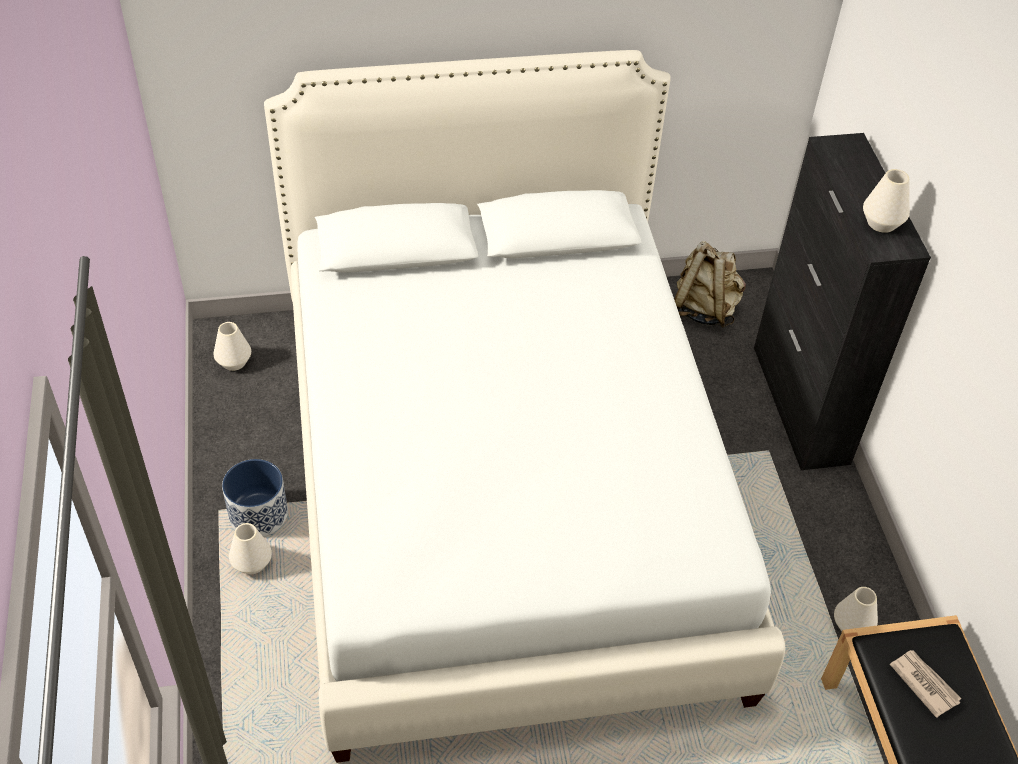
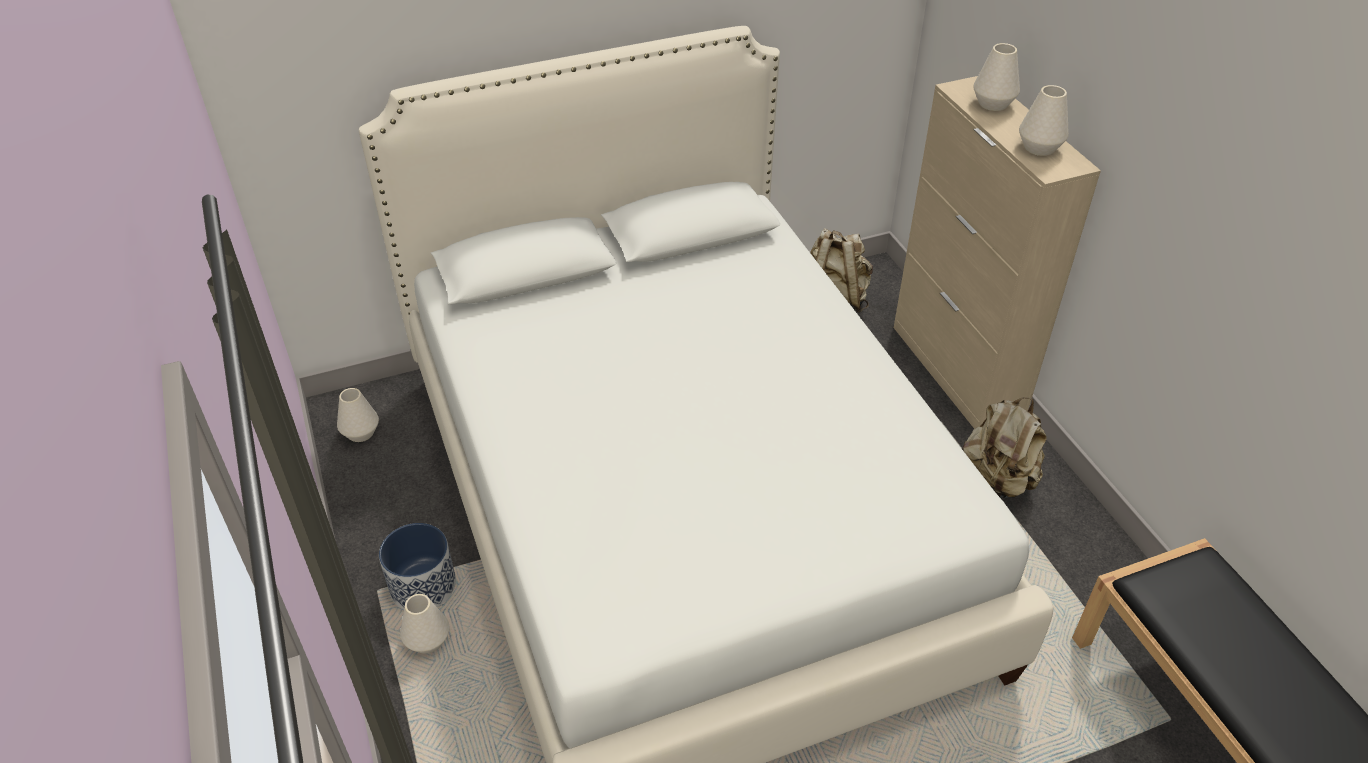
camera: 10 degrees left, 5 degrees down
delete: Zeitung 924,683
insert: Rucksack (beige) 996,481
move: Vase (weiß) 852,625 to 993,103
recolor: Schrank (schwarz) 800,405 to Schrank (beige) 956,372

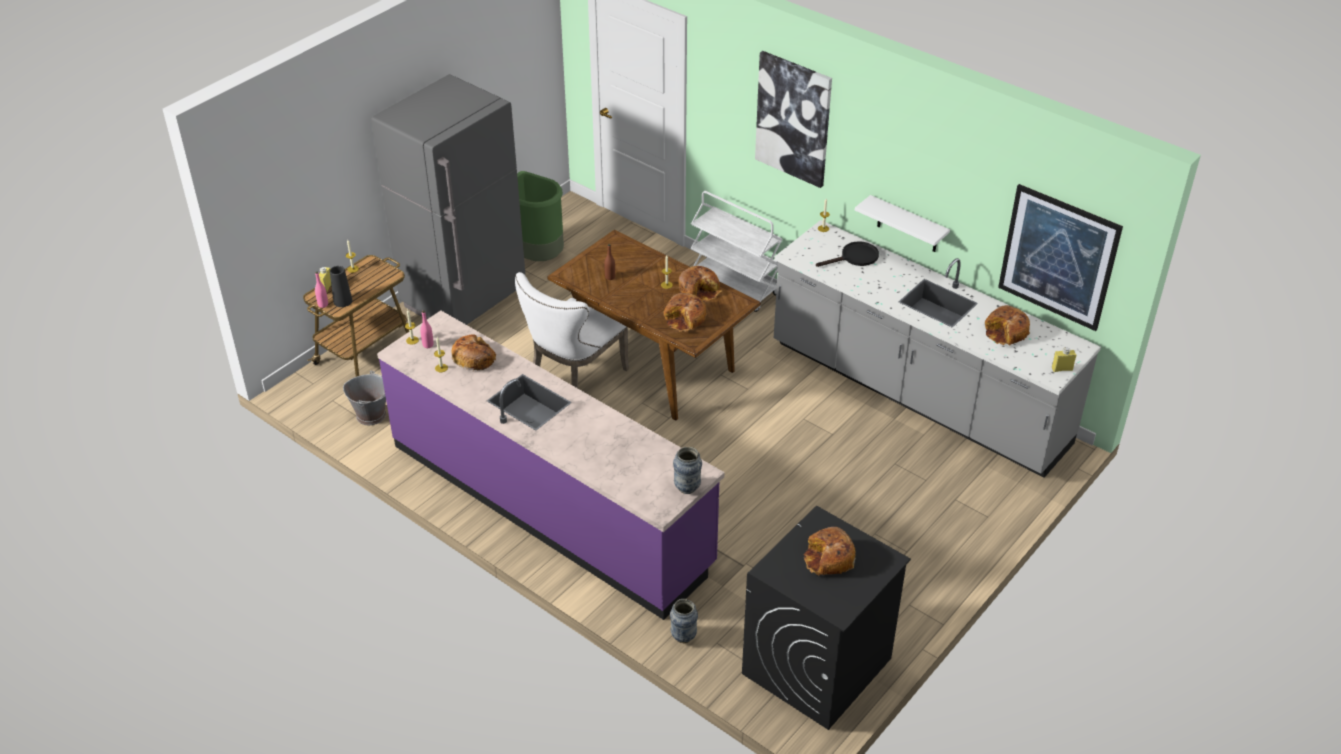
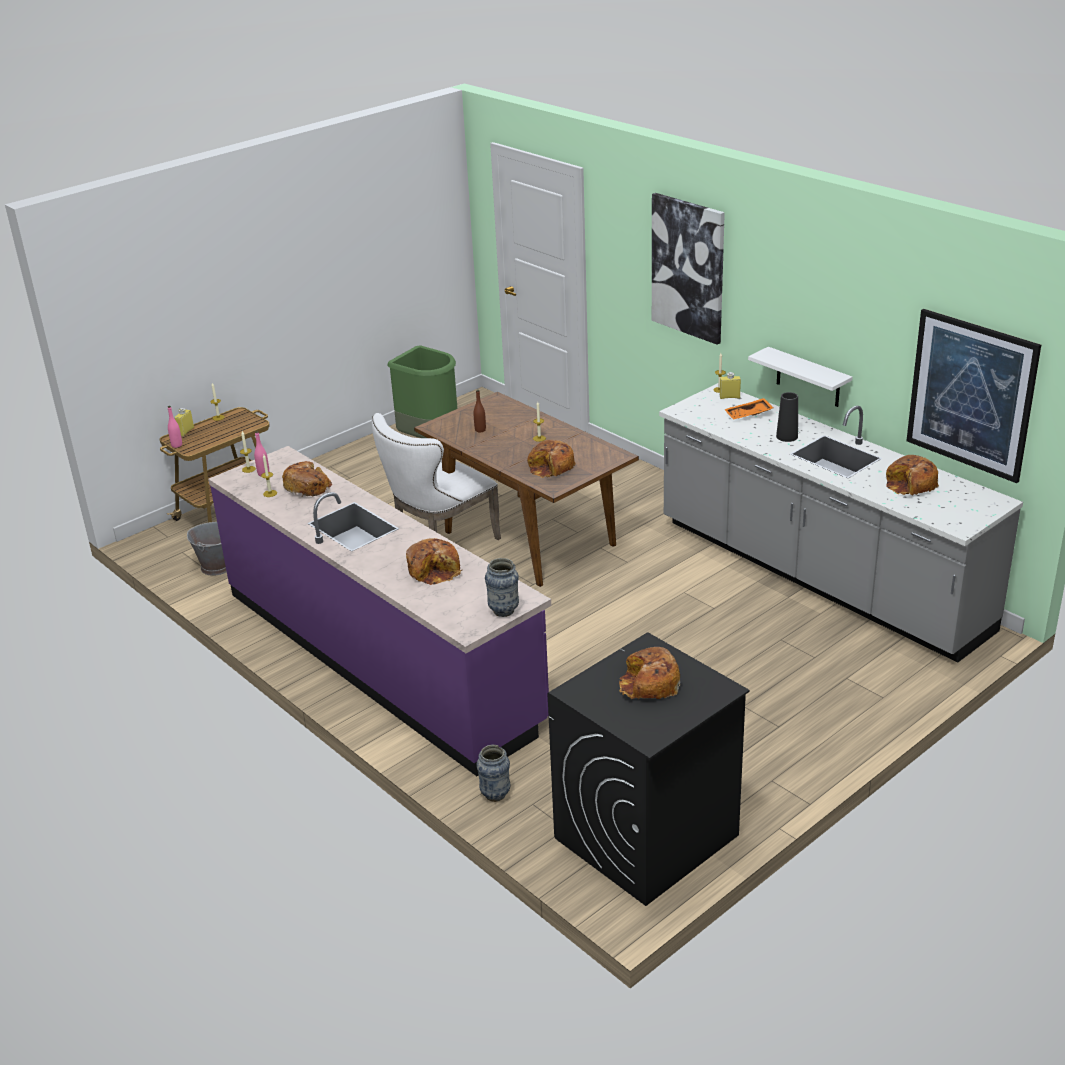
camera: 10 degrees right, 10 degrees down
delete: Kühlschrank (grau) 465,299; Rollwagen (weiß) 734,287
move: Brot 699,290 to 435,570; Flasche (gelb) 1062,369 to 729,397; Vase (schwarz) 343,301 to 787,436
replace: Pfanne (schwarz) 855,258 to Tablett (orange) 749,415

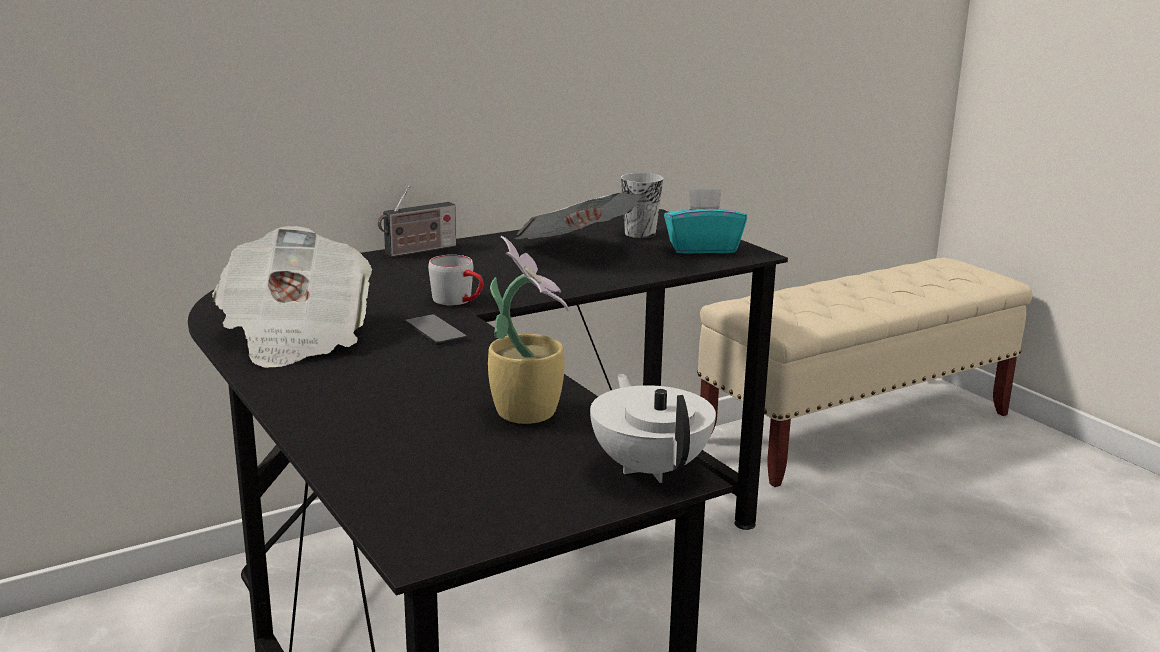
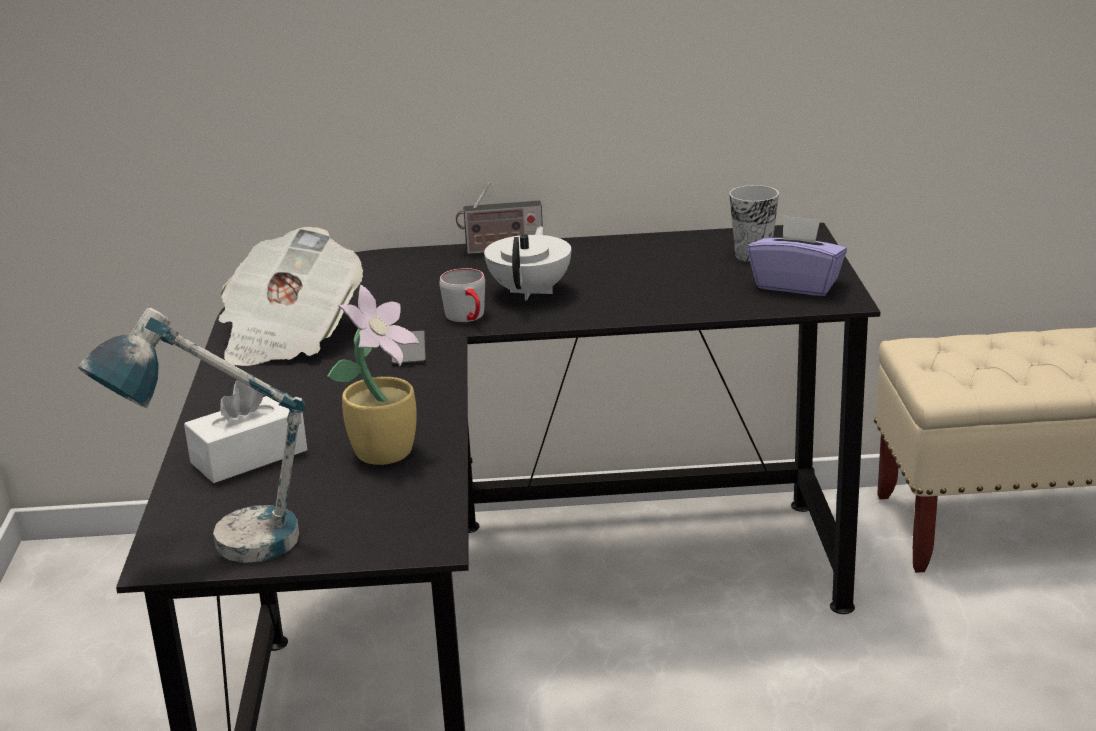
camera: 30 degrees right, 5 degrees up
delete: Zeitung 576,251
insert: Tischlampe 219,545; Taschentuchbox (weiß) 249,456
move: Teekanne (weiß) 650,468 to 531,292
recolor: Taschentuchbox (türkis) 702,248 to Taschentuchbox (lila) 796,285

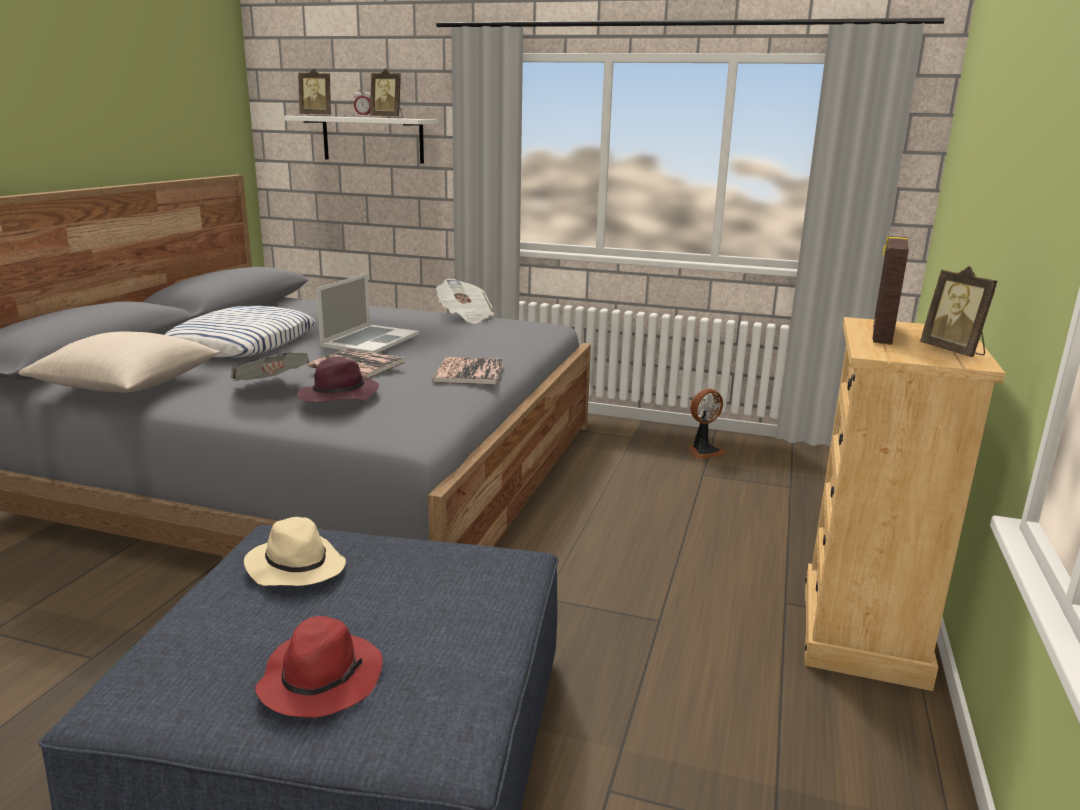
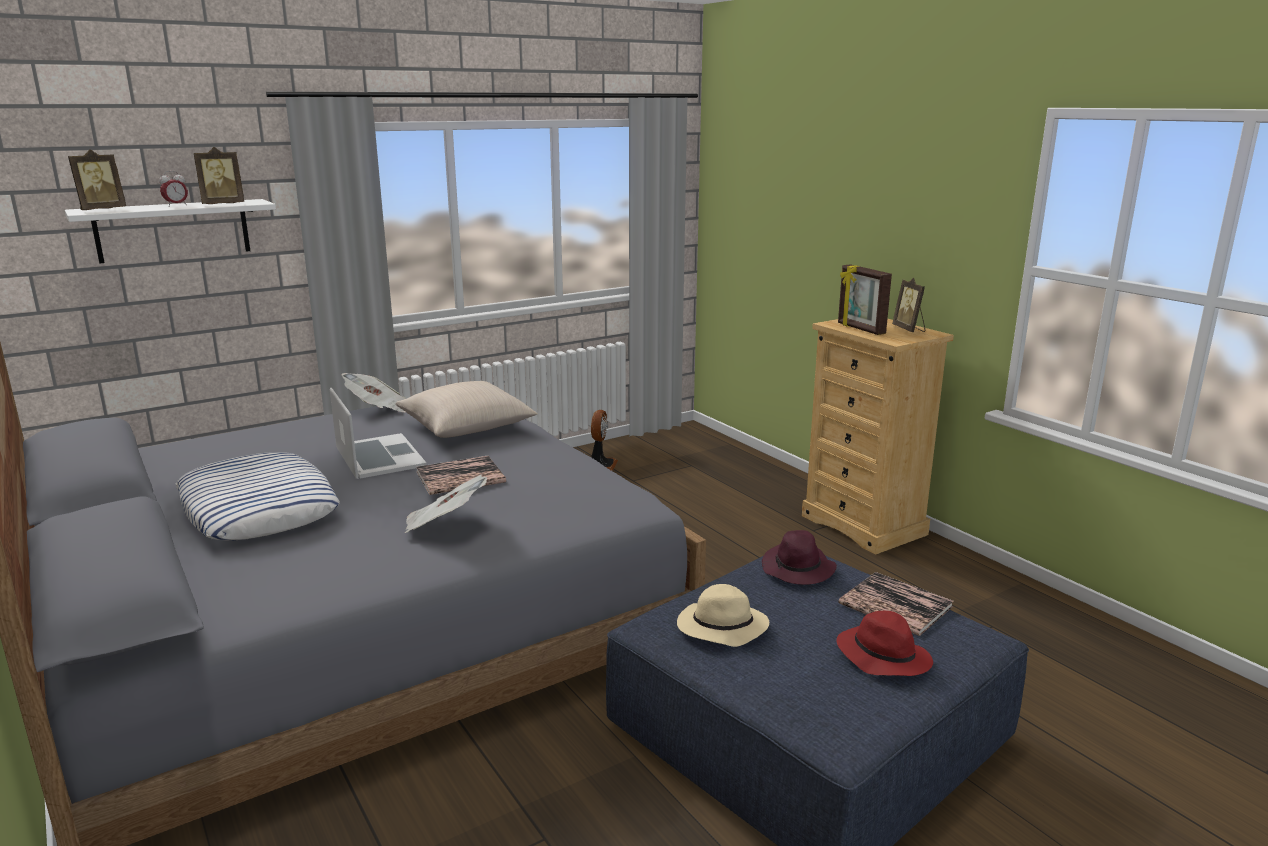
camera: 50 degrees left, 0 degrees up
move: Kissen (beige) 127,385 to 466,428; Hut (lila) 338,397 to 798,569; Buch 469,372 to 895,605
rotate: Bilderrahmen 954,351 = 909,329 60 degrees clockwise

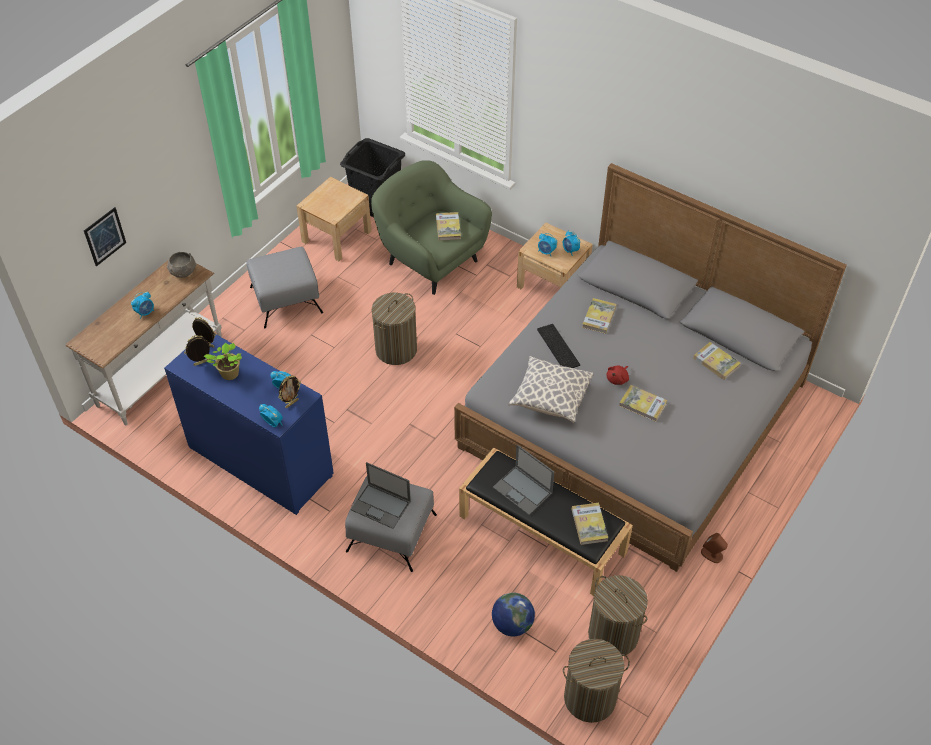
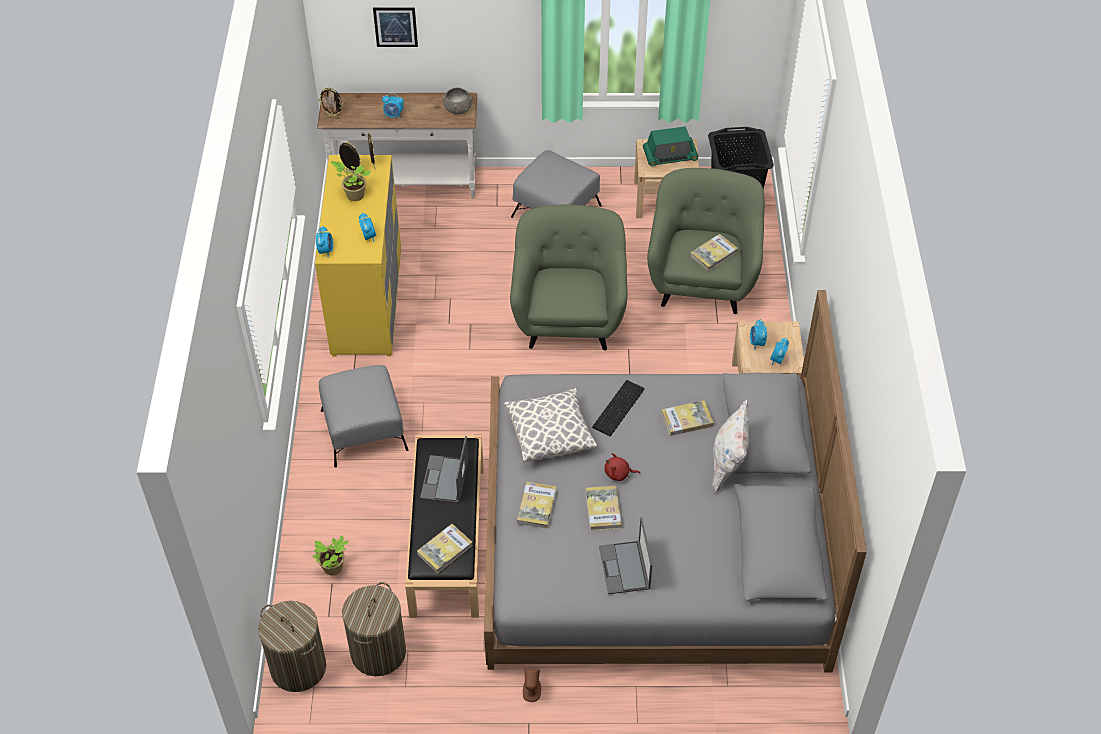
camera: 55 degrees right, 0 degrees up
insert: Radio 670,156; Kissen (weiß) 728,465
move: Bilderrahmen 291,403 to 333,117; Buch 716,362 to 537,506; Laptop 381,506 to 624,568
replace: Globus 512,624 to Topfpflanze 333,569; Wäschekorb 396,349 to Sessel (grün) 569,317
recolor: Kommode (blau) 260,462 to Kommode (gelb) 367,301

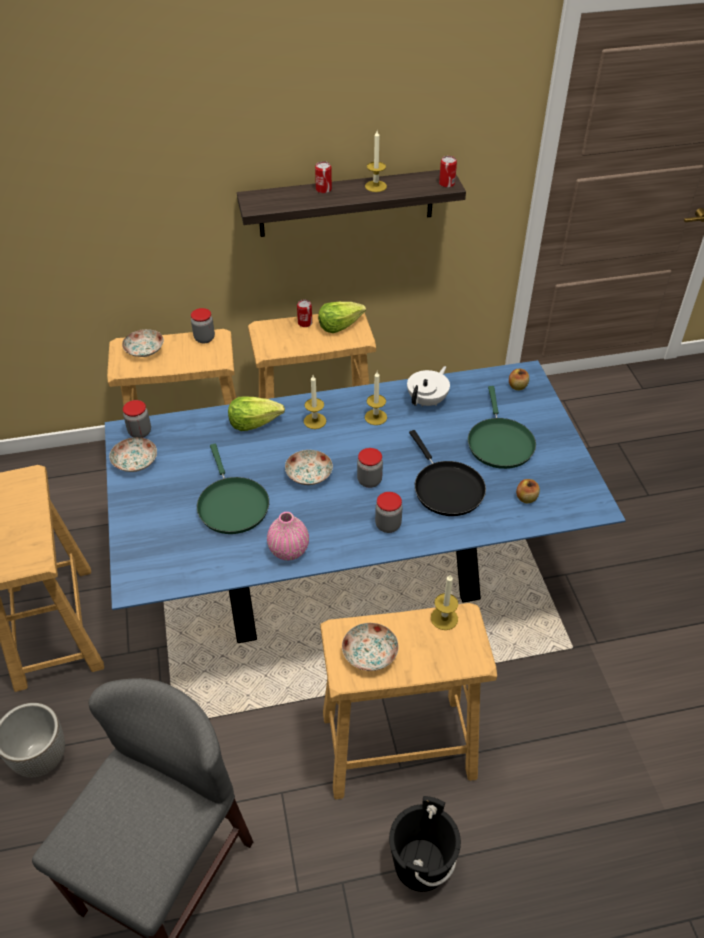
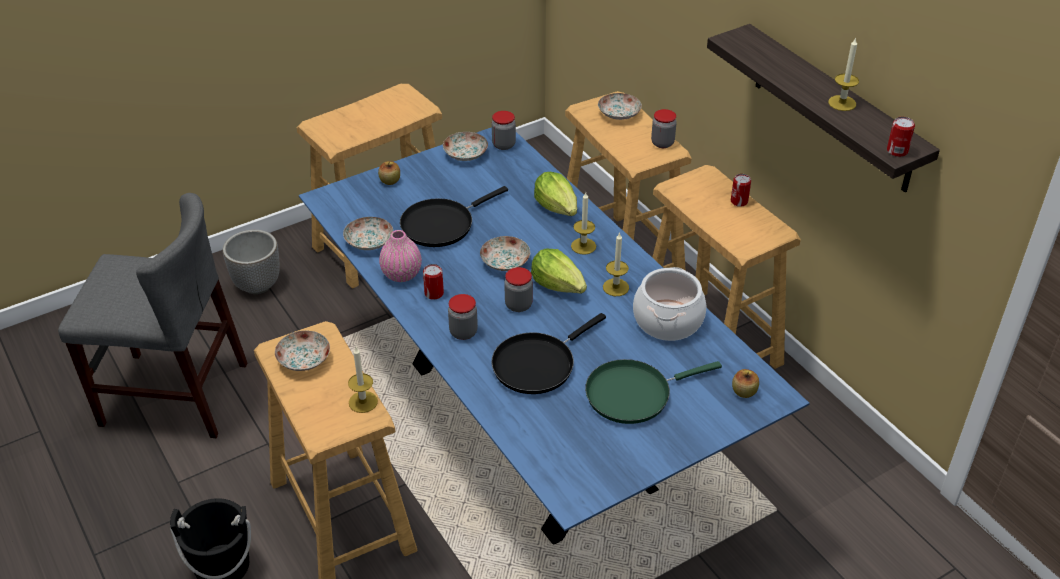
camera: 70 degrees right, 5 degrees down
insert: Teller 370,241
move: Apfel 526,498 to 390,181; Dose 323,189 to 434,293; Salatkopf 339,325 to 558,285
replace: Teekanne (weiß) 427,400 to Kochtopf 668,321
recolor: Pfanne (grün) 232,504 to Pfanne (schwarz) 441,224

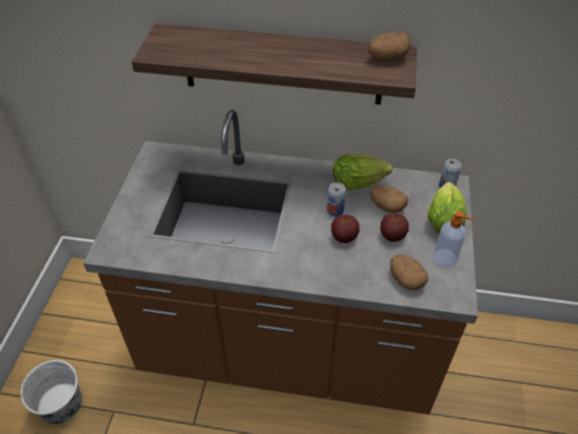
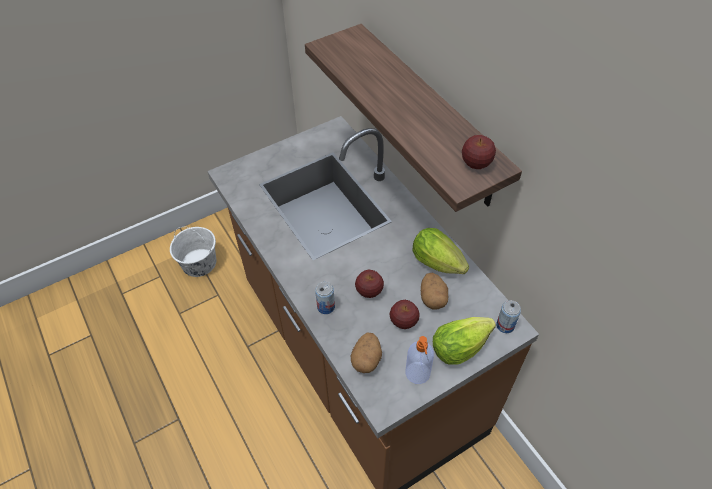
camera: 50 degrees right, 5 degrees up
move: Dose 335,210 to 326,307
replace: Kartoffel 387,58 to Apfel 476,163

